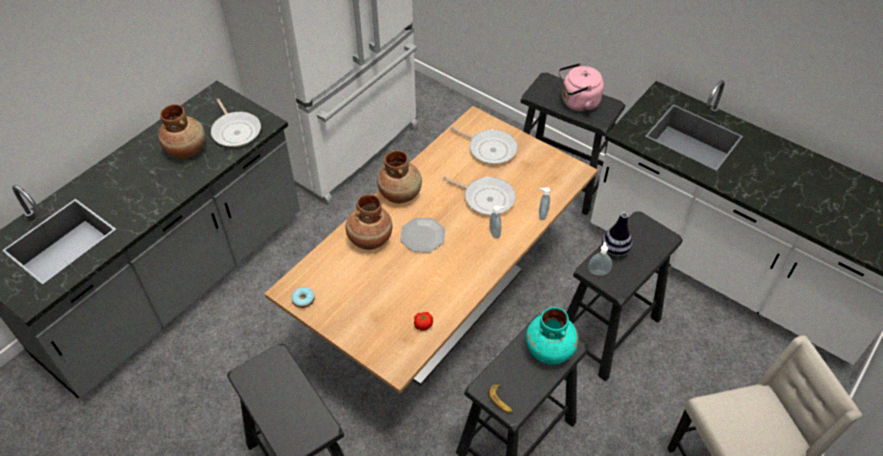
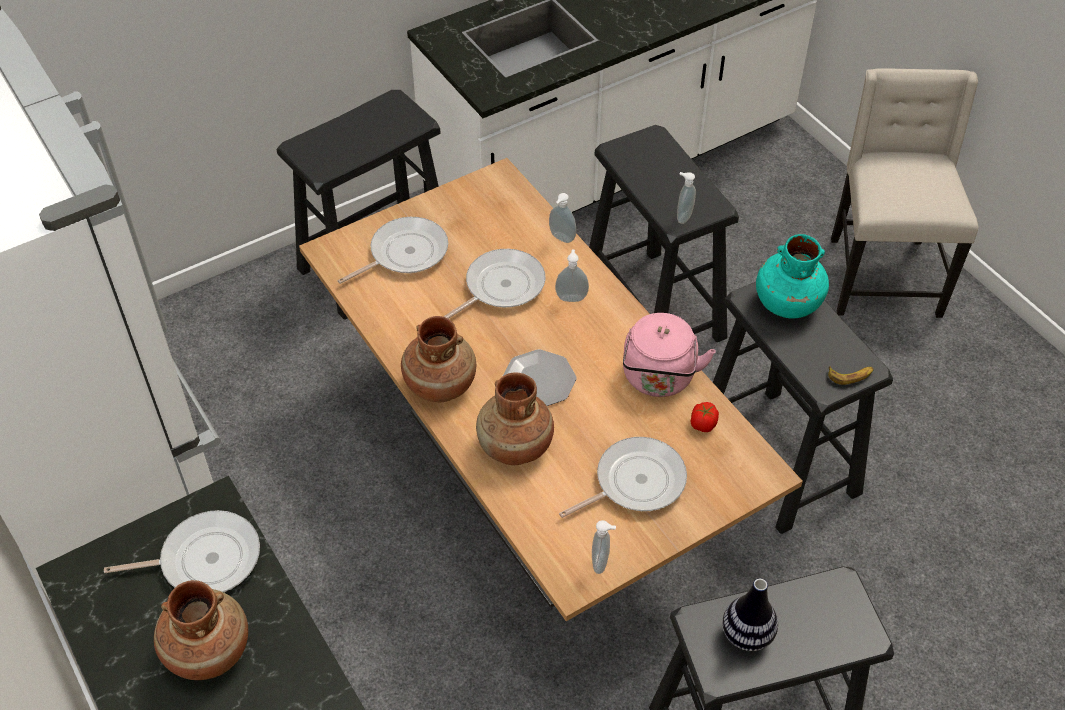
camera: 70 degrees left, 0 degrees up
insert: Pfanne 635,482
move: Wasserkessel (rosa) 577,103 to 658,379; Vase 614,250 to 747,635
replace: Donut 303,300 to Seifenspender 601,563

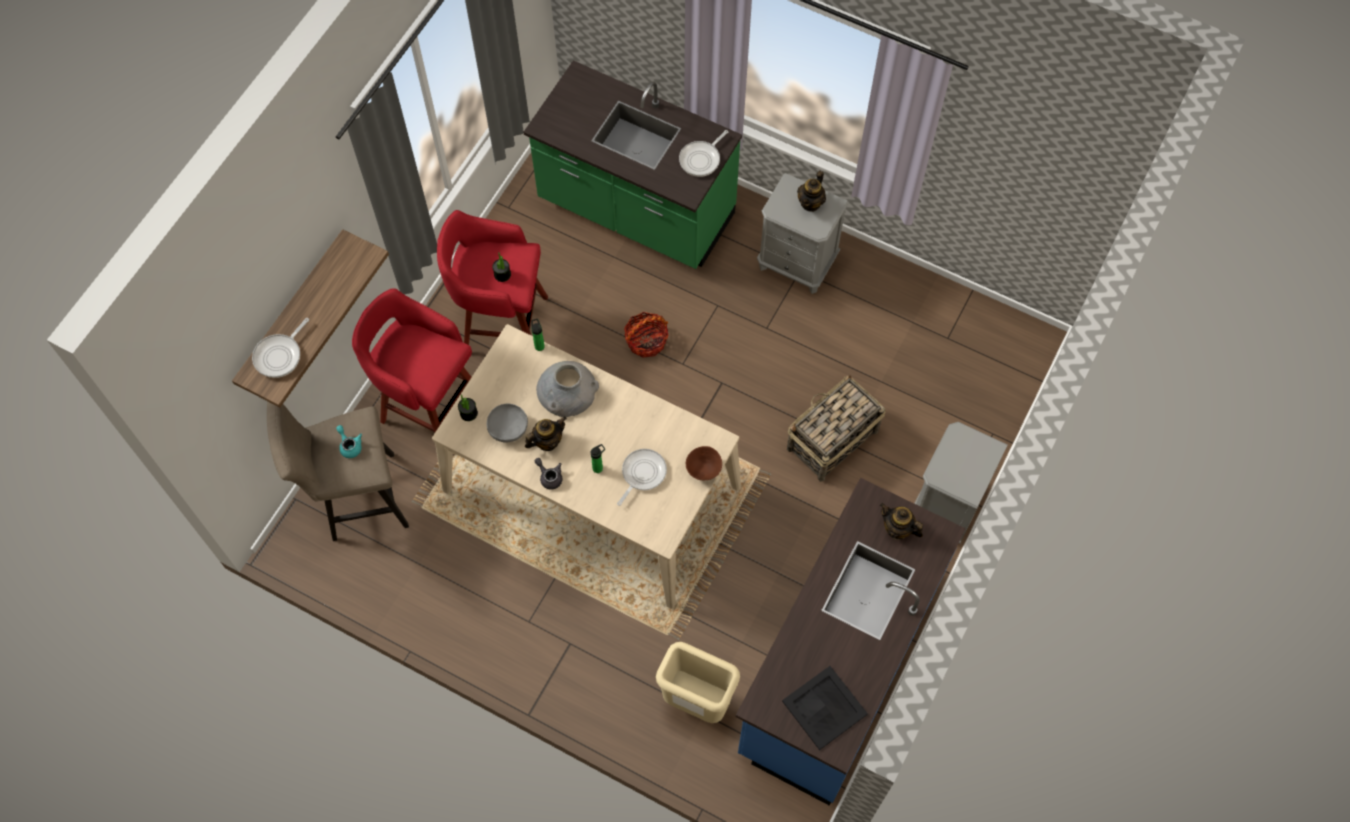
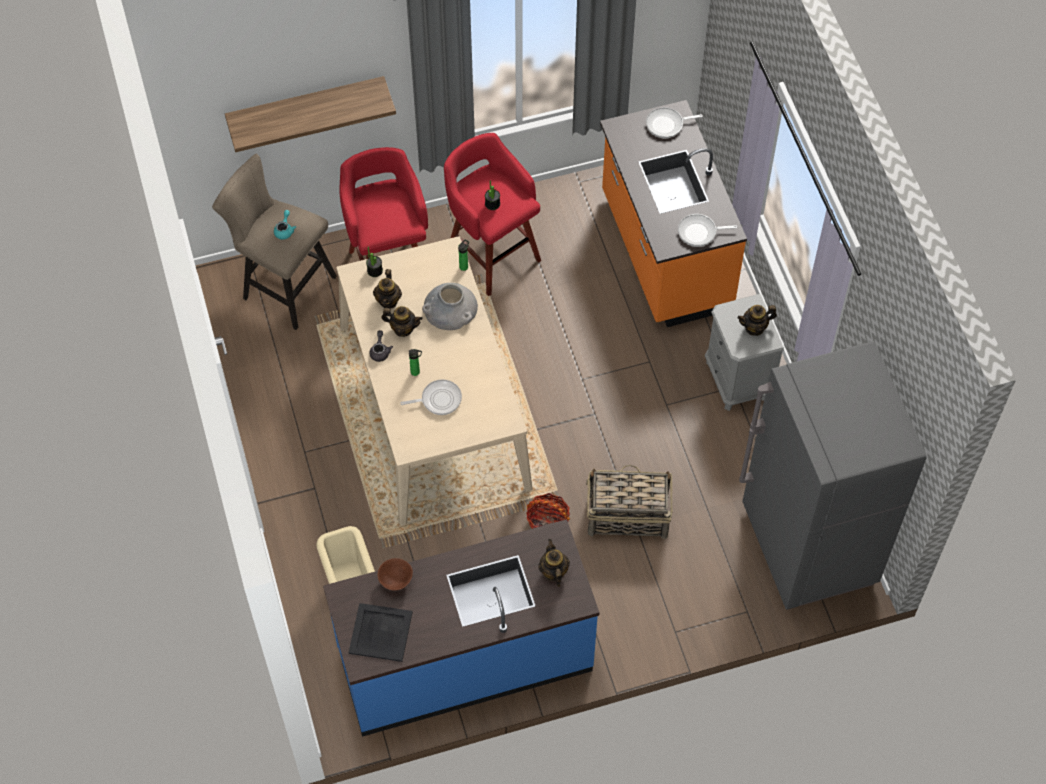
camera: 45 degrees right, 5 degrees down
delete: Nachttisch (grau) 946,507
insert: Kühlschrank (grau) 808,547
move: Schüssel (braun) 702,469 to 395,580; Korb 646,341 to 547,521; Pfanne 280,355 to 667,124
replace: Schüssel (grau) 508,428 to Teekanne 388,300
recolor: Küchenzeile (grün) 635,210 to Küchenzeile (orange) 664,253

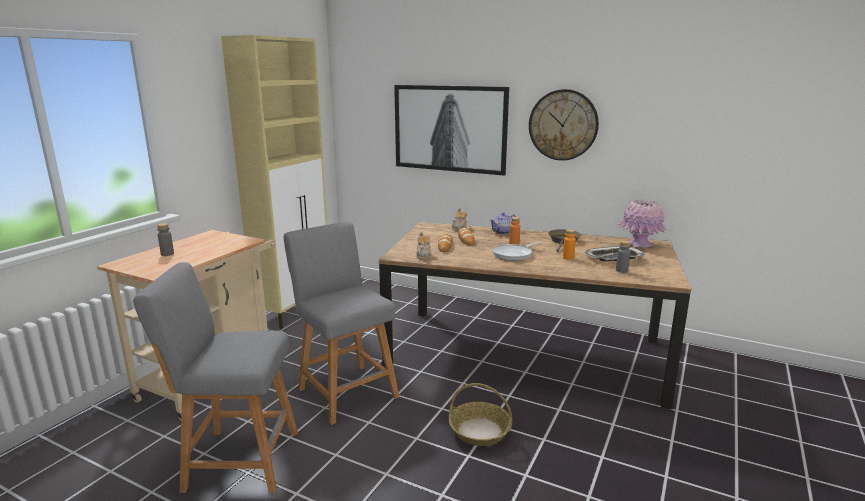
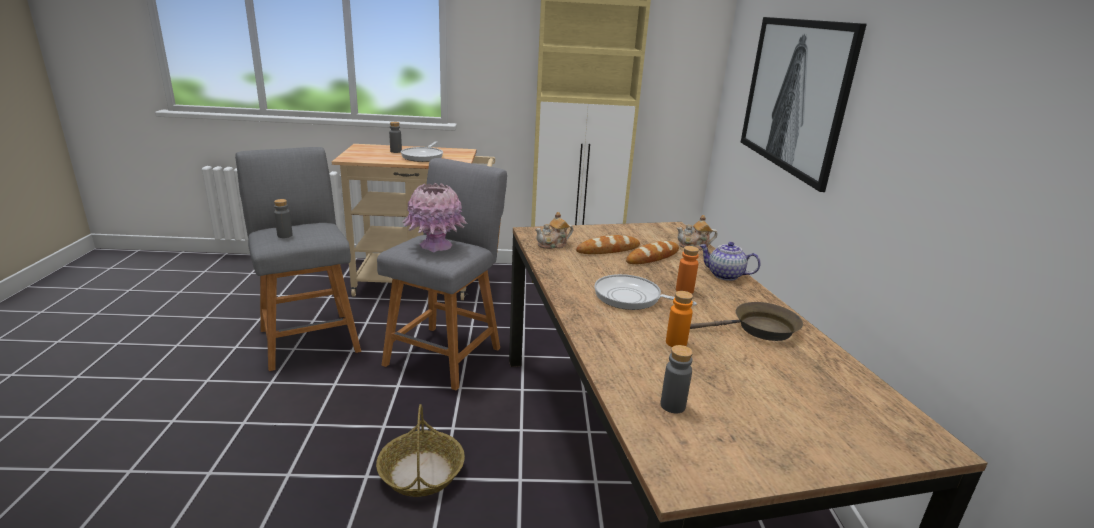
camera: 60 degrees right, 5 degrees up
delete: Wanduhr 563,125; Tablett 614,258
insert: Flasche (grau) 285,235; Pfanne 423,156
move: Vase (rosa) 640,244 to 435,246

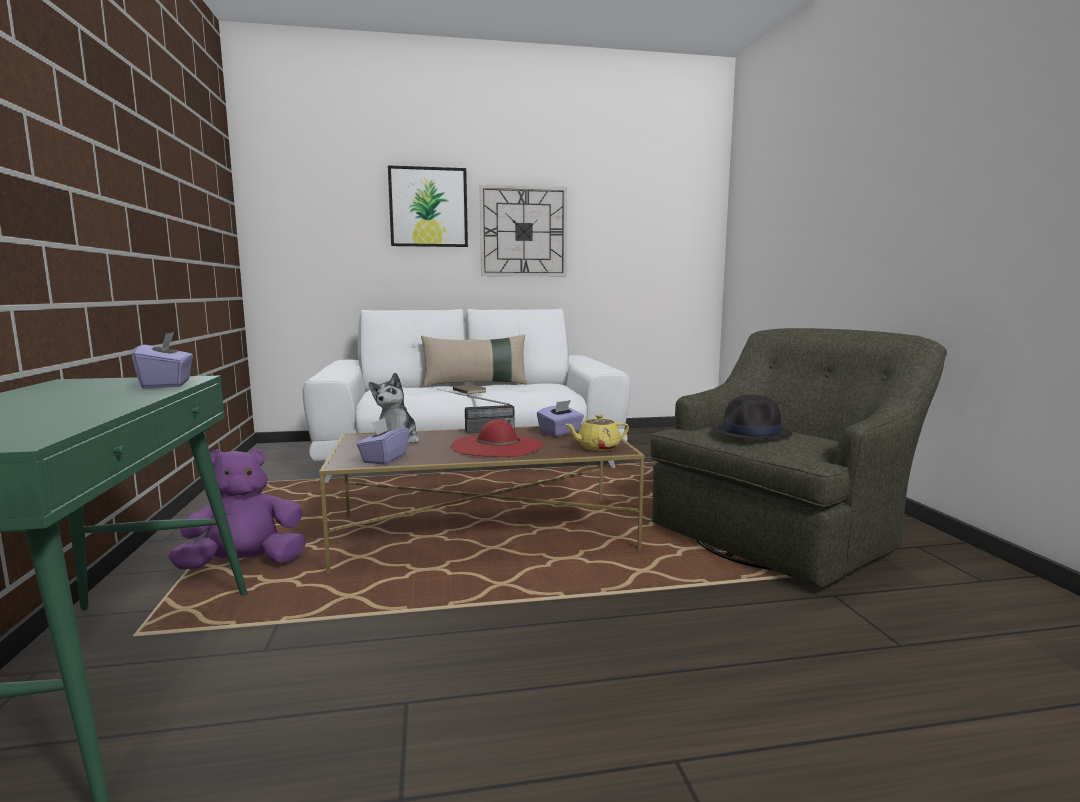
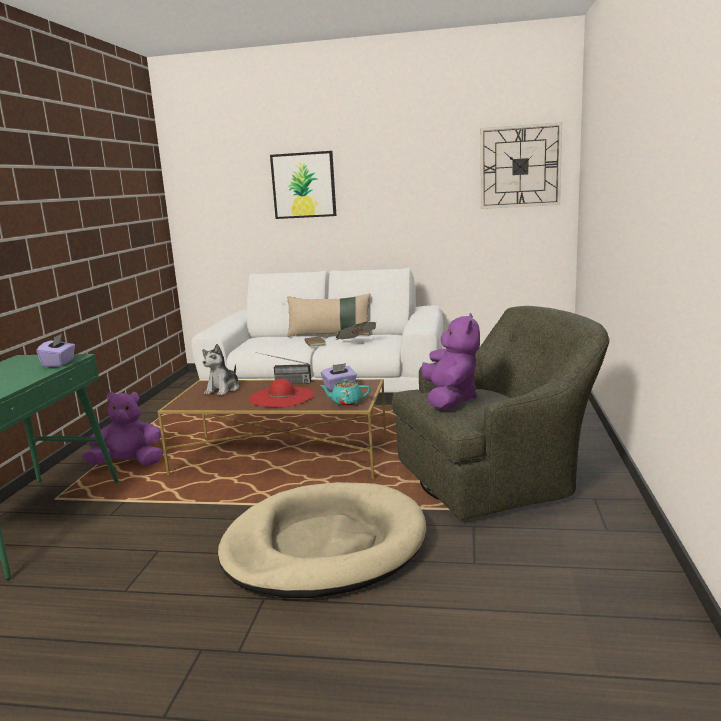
camera: 20 degrees right, 5 degrees up
delete: Taschentuchbox (lila) 384,459
insert: Hundebett (beige) 324,546; Zeitung 356,342
move: Wanduhr 523,232 to 520,166
replace: Hut (schwarz) 751,433 to Plüschtier (lila) 450,399
recolor: Teekanne (gelb) 597,447 to Teekanne (türkis) 346,403

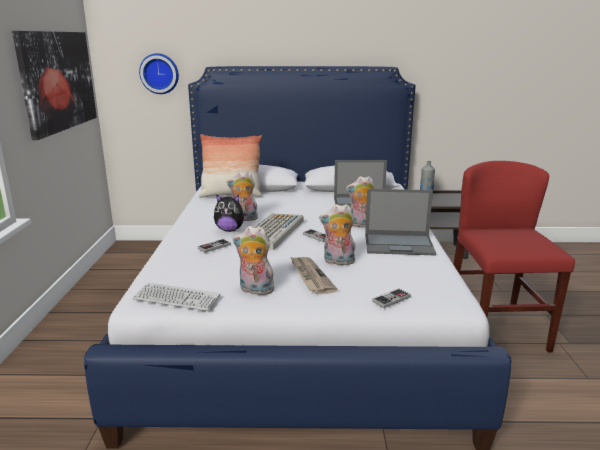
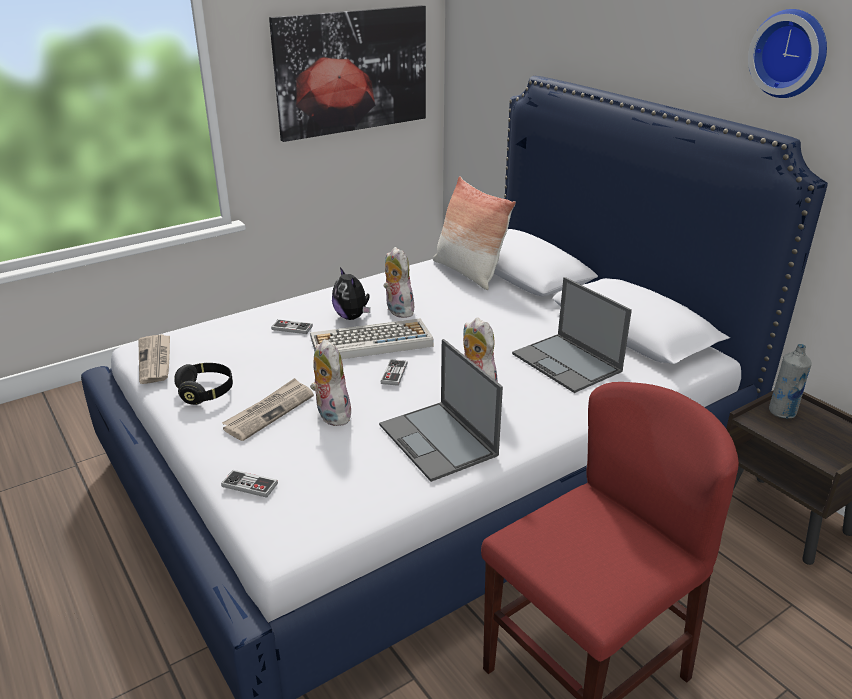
camera: 55 degrees right, 10 degrees up
move: Wanduhr 160,73 to 790,53
replace: Tastatur 176,298 to Zeitung 156,360; Plüschtier 254,290 to Kopfhörer (schwarz) 206,392

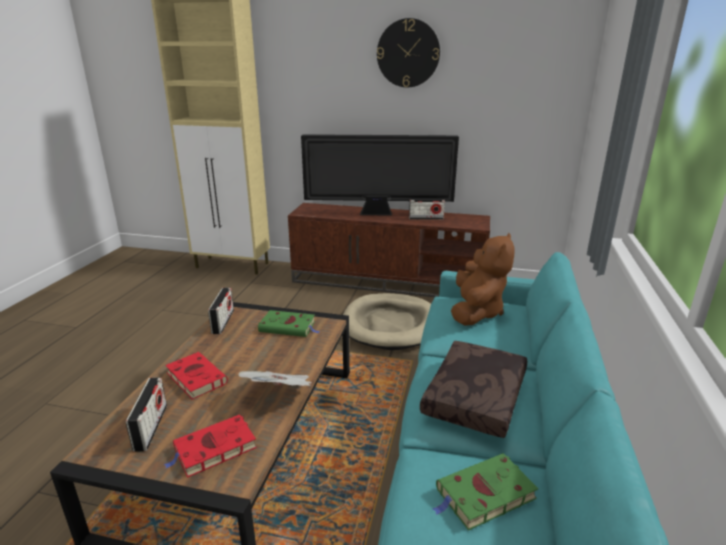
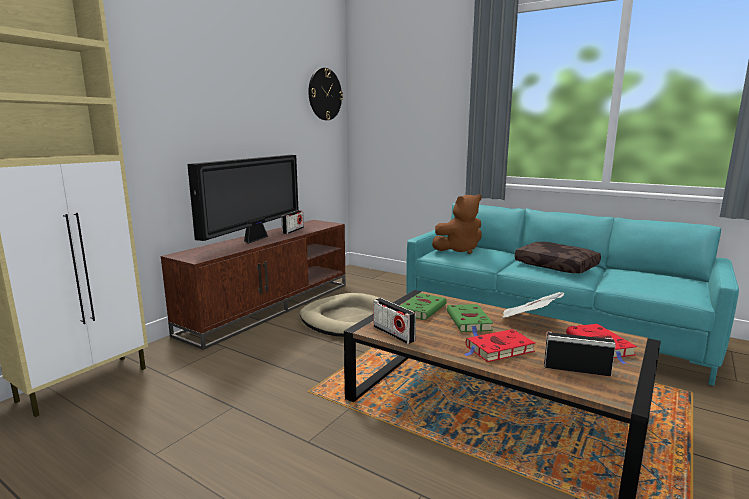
camera: 70 degrees left, 10 degrees down
move: Wanduhr 408,53 to 324,94; Buch (grün) 483,495 to 469,322
rotate: Radio 223,322 = 393,334 150 degrees counterclockwise; Plüschtier (braun) 476,312 = 459,250 120 degrees clockwise

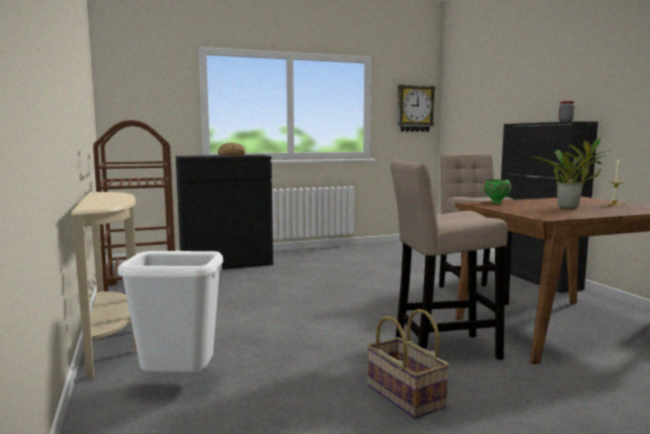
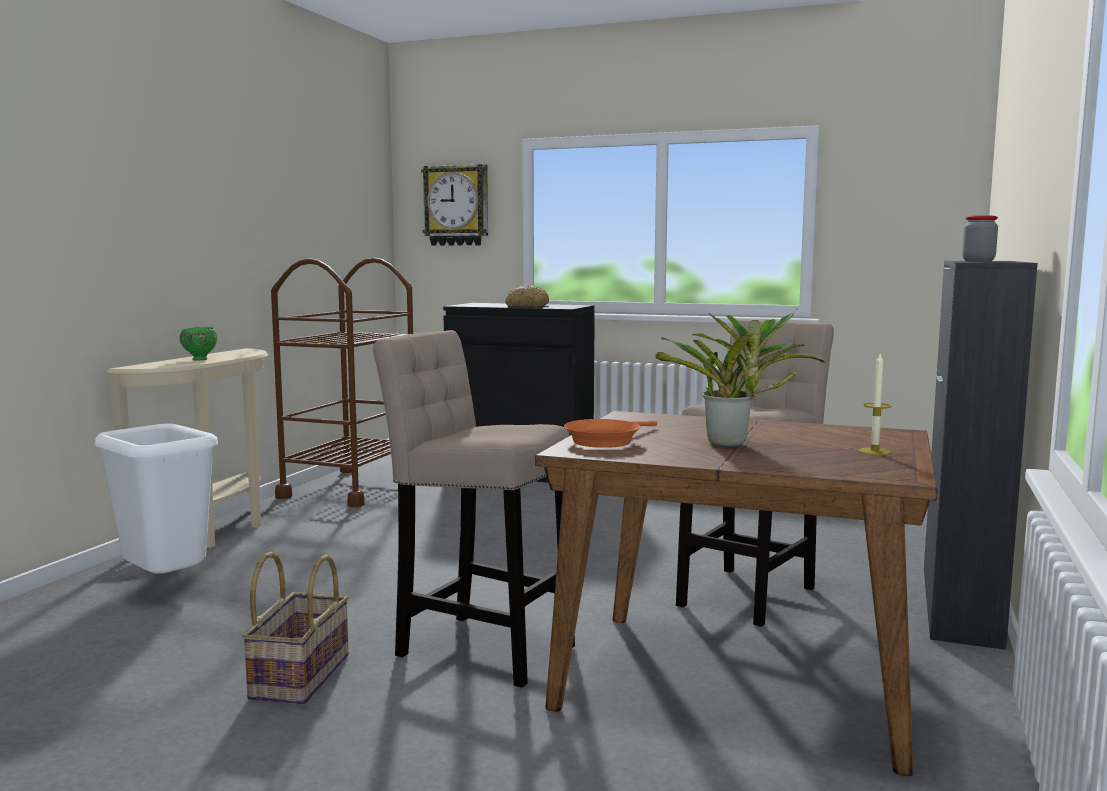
camera: 40 degrees right, 0 degrees up
insert: Pfanne (orange) 606,440
move: Schüssel (grün) 496,202 to 199,359; Wanduhr 414,108 to 456,205

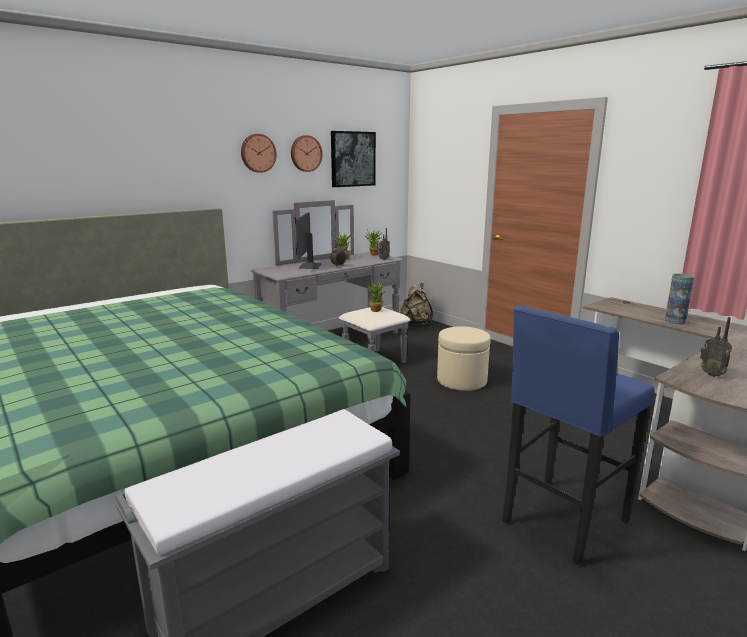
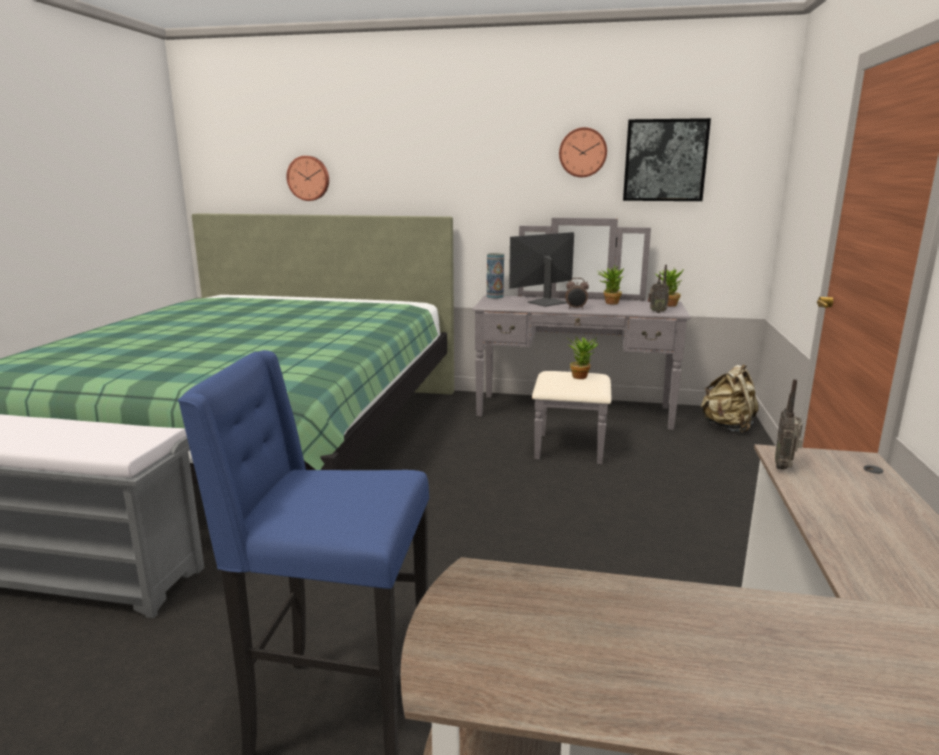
camera: 50 degrees right, 0 degrees up
delete: Polsterhocker (beige) 461,380
move: Wanduhr 257,153 to 309,178; Vase 675,321 to 495,296; Radio 712,374 to 784,467

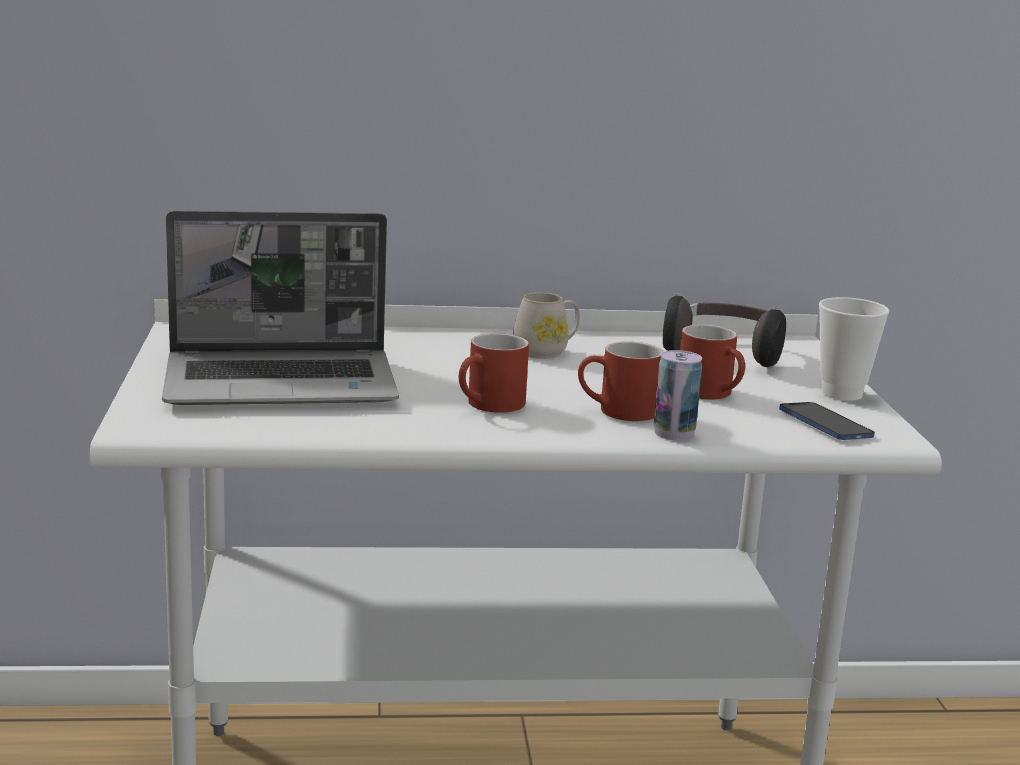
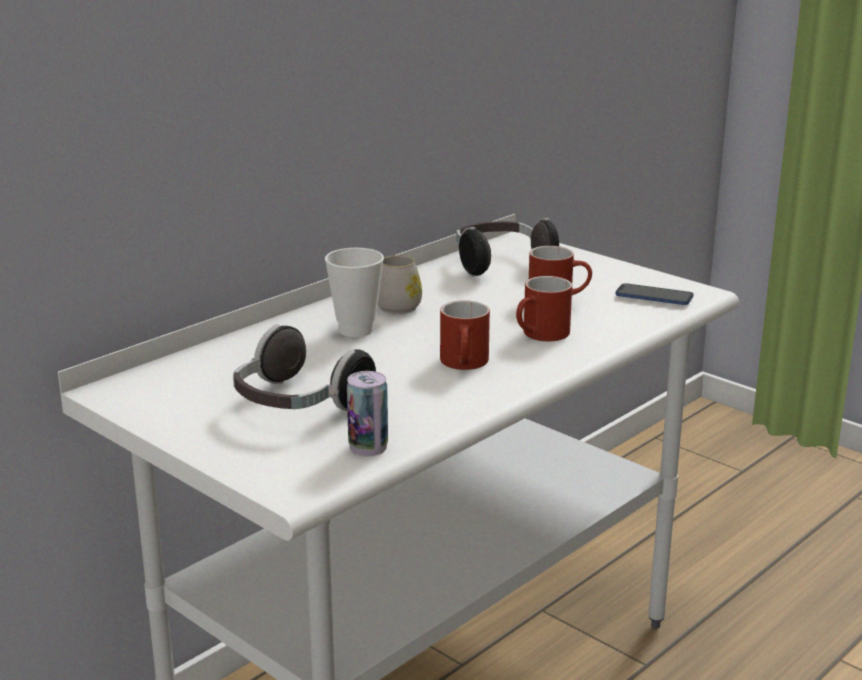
camera: 40 degrees left, 5 degrees up
move: Tasse 842,394 to 356,330; Dose 674,433 to 368,447
replace: Laptop 283,382 to Kopfhörer 297,405

